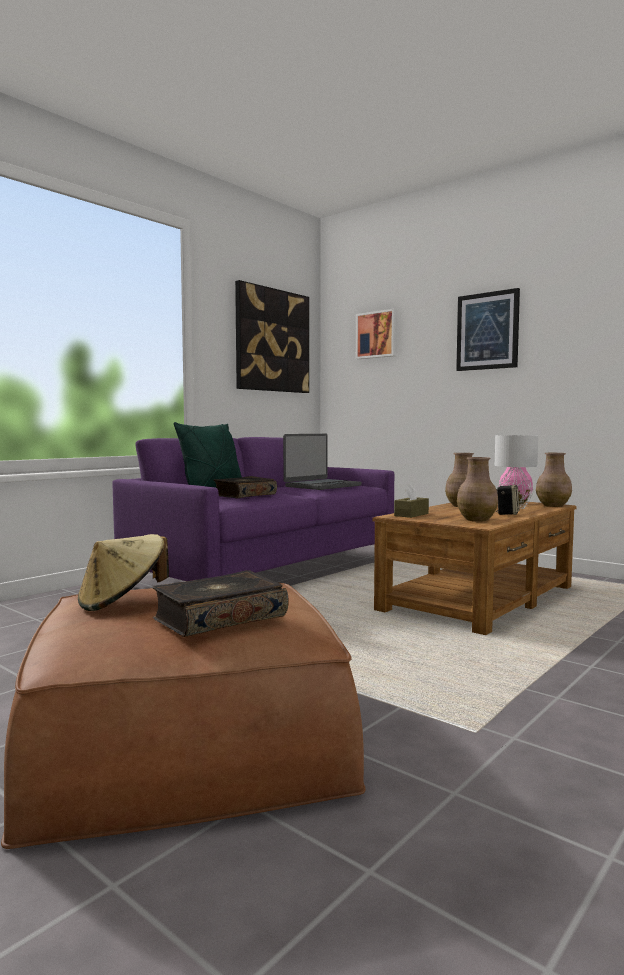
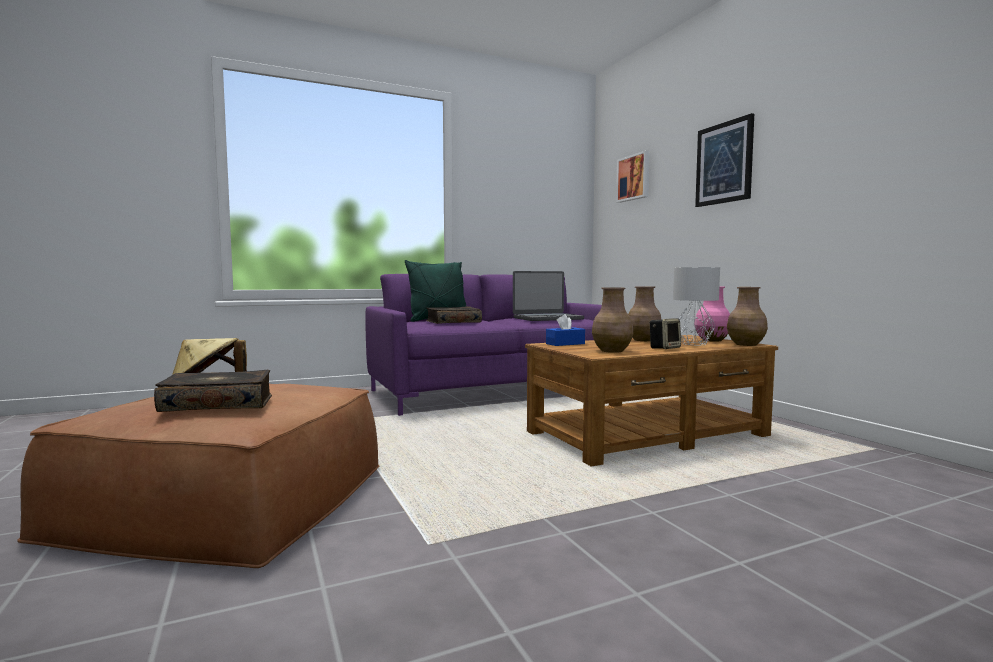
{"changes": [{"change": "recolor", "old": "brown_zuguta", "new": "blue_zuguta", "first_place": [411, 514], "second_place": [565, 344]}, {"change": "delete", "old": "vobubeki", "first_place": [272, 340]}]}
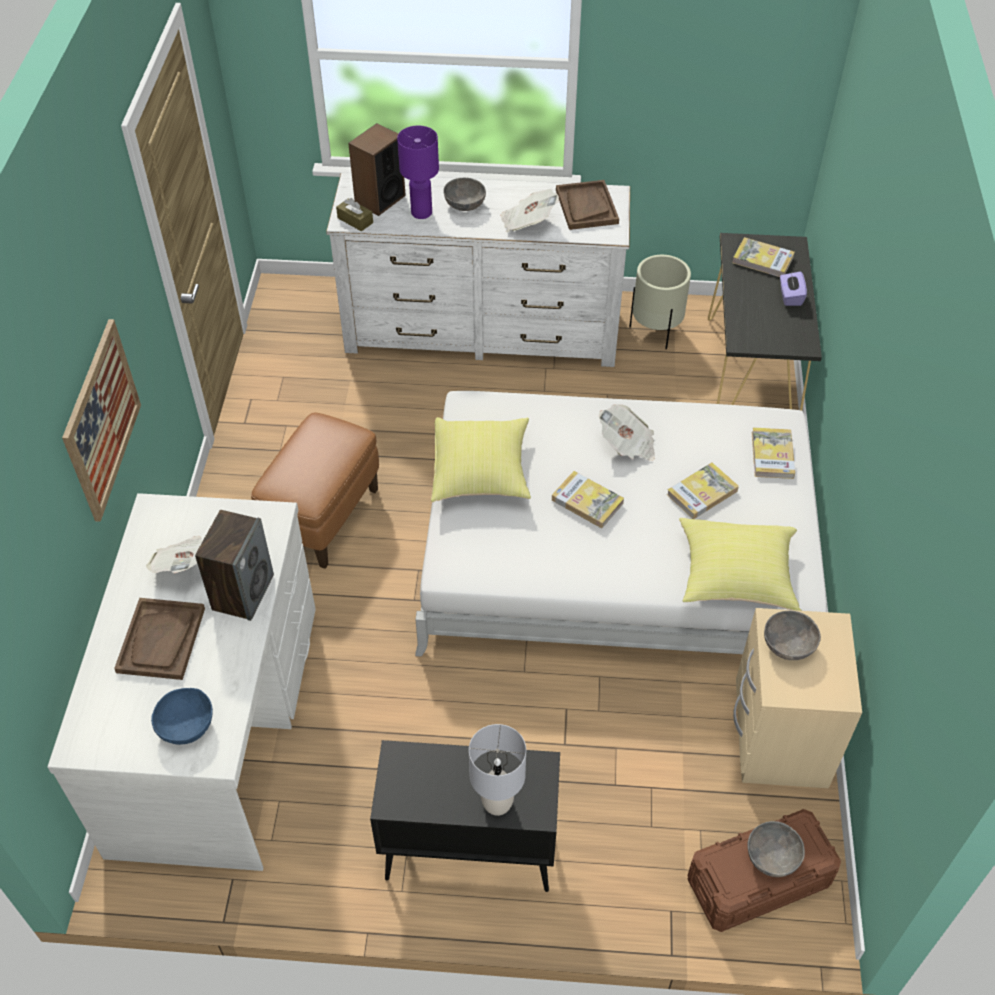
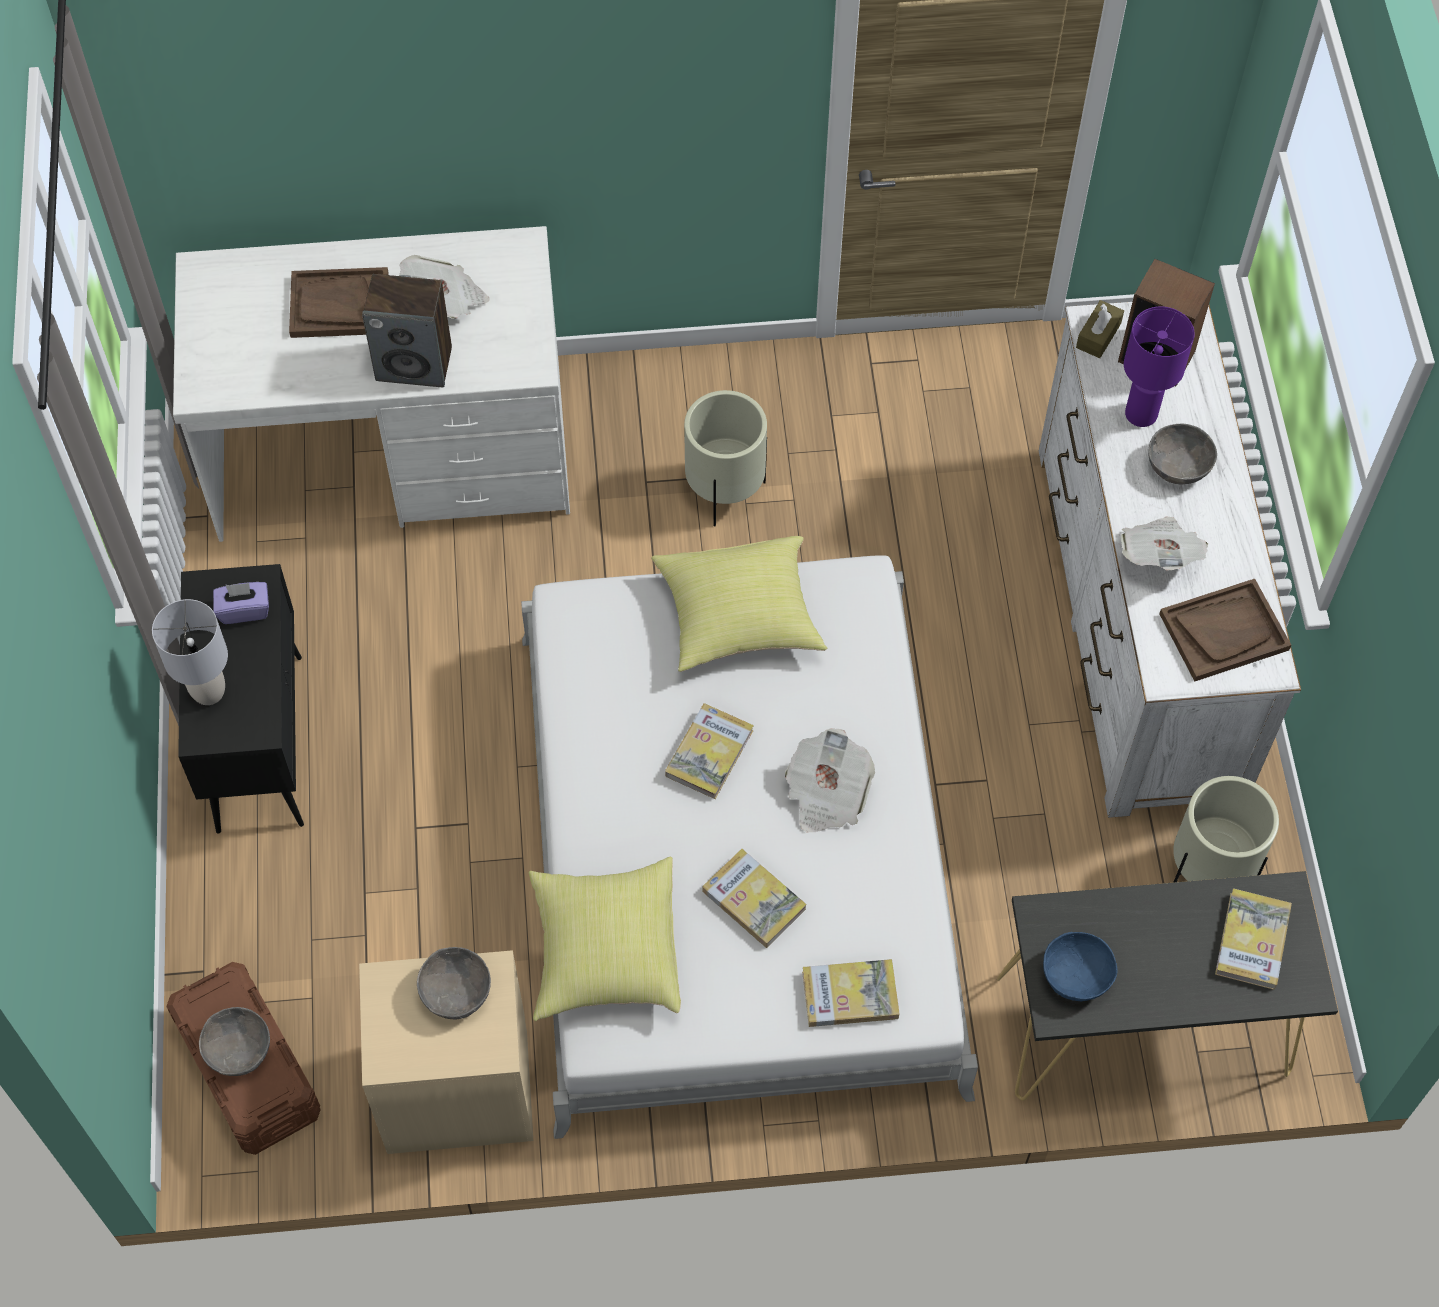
{"changes": [{"change": "move", "old": "purple_zuguta", "first_place": [790, 297], "second_place": [244, 610]}, {"change": "replace", "old": "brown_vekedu", "new": "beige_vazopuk", "first_place": [324, 517], "second_place": [725, 491]}, {"change": "move", "old": "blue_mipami", "first_place": [186, 725], "second_place": [1076, 976]}, {"change": "delete", "old": "vobubeki", "first_place": [101, 419]}]}
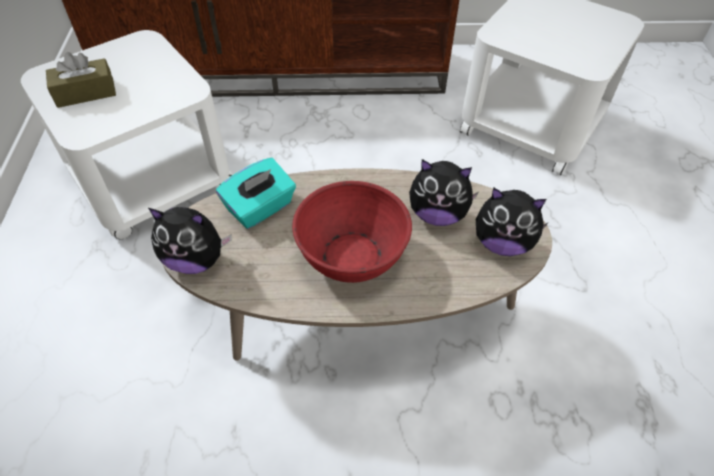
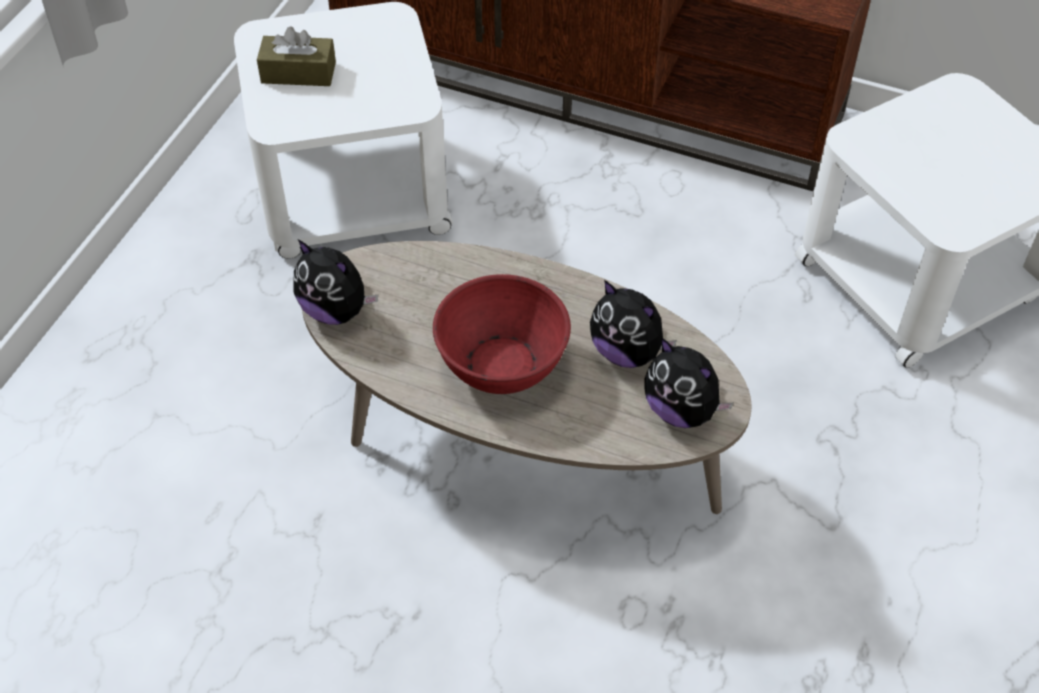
{"changes": [{"change": "delete", "old": "turquoise_zuguta", "first_place": [260, 208]}]}
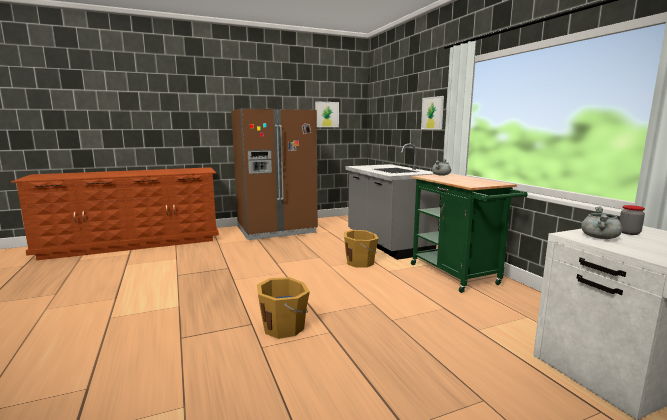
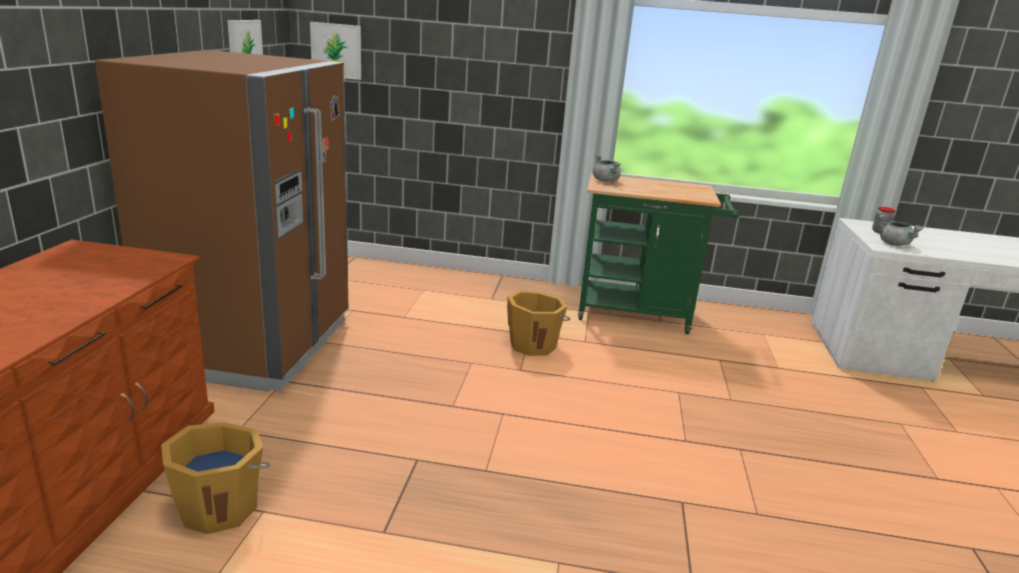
{"changes": [{"change": "move", "old": "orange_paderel", "first_place": [284, 327], "second_place": [220, 507]}, {"change": "move", "old": "vobubeki", "first_place": [432, 113], "second_place": [336, 50]}, {"change": "delete", "old": "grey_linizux", "first_place": [387, 244]}]}
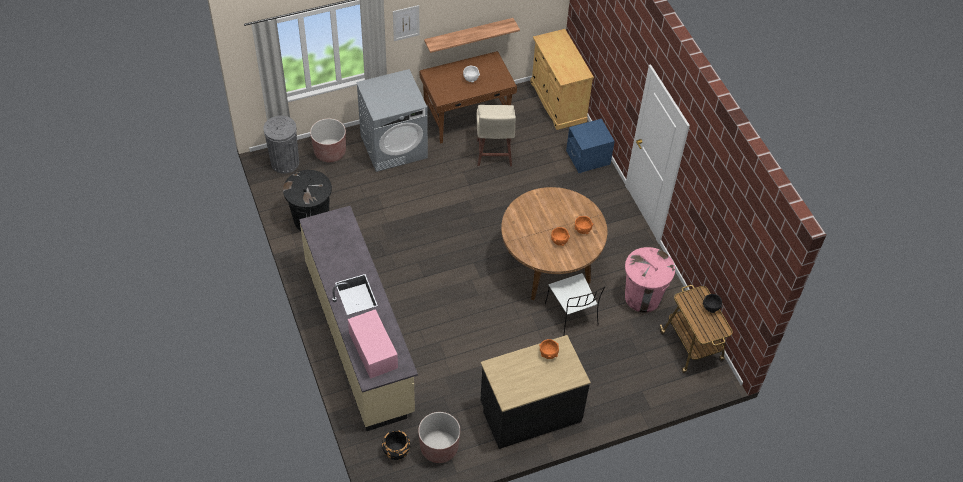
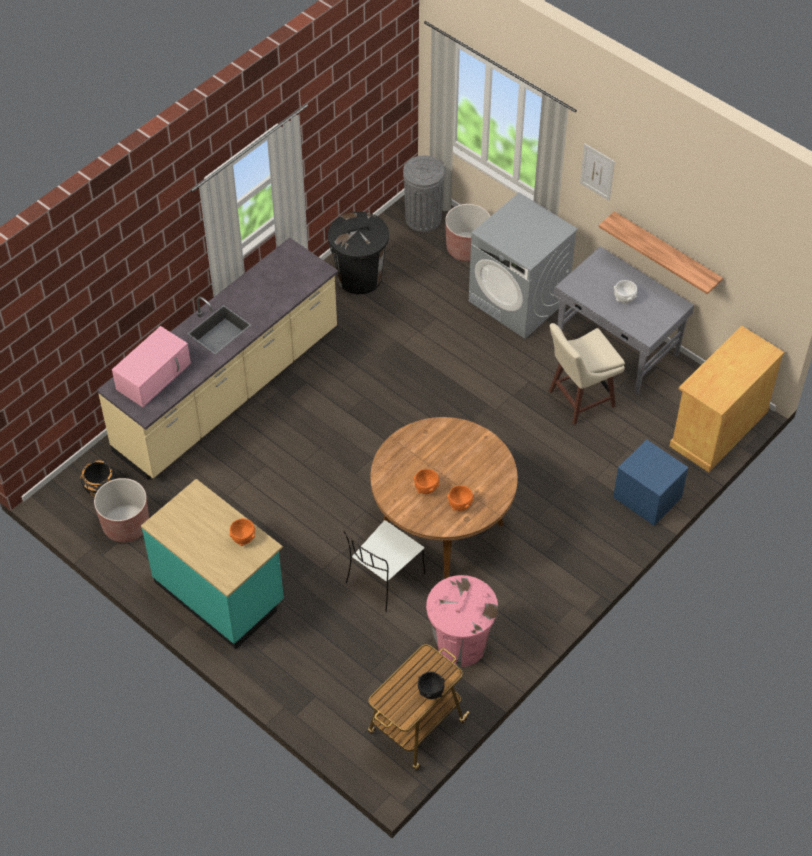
{"changes": [{"change": "recolor", "old": "black_linizux", "new": "turquoise_linizux", "first_place": [530, 412], "second_place": [220, 592]}, {"change": "recolor", "old": "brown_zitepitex", "new": "grey_zitepitex", "first_place": [467, 118], "second_place": [617, 349]}]}
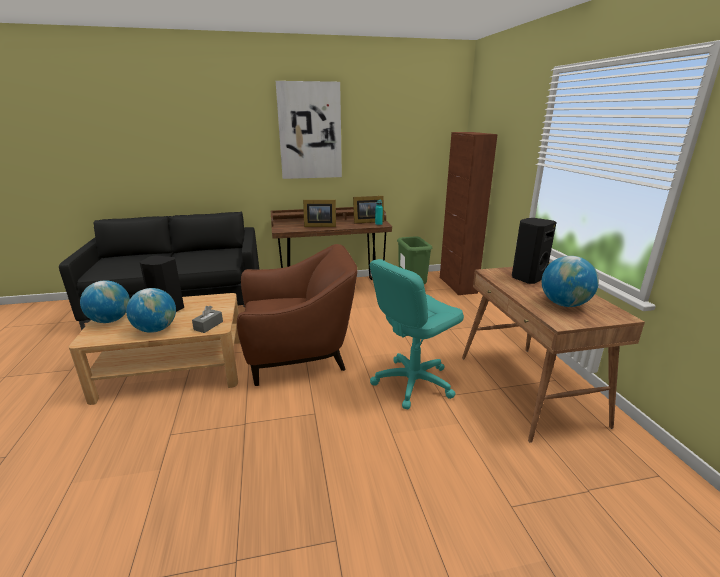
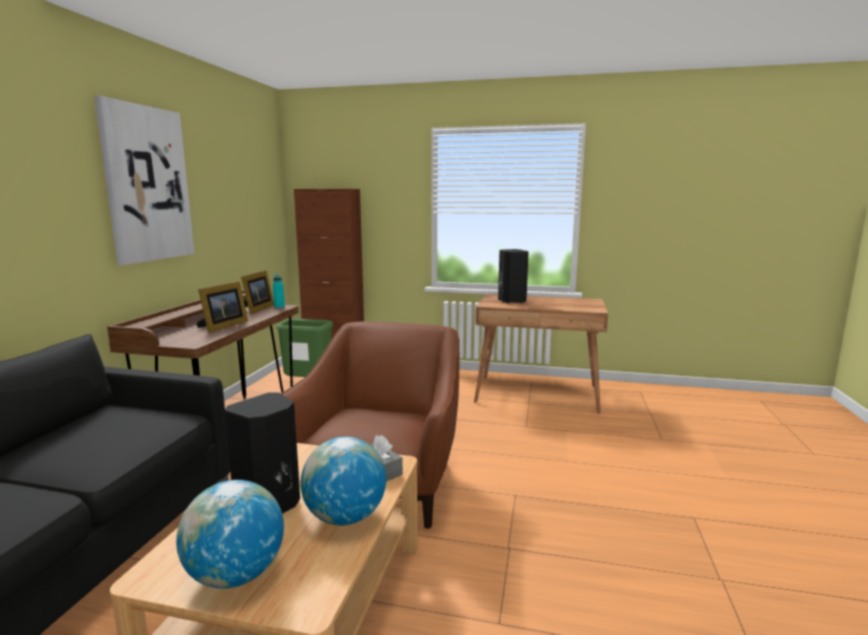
{"changes": [{"change": "delete", "old": "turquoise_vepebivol", "first_place": [412, 382]}, {"change": "delete", "old": "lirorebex", "first_place": [564, 304]}]}
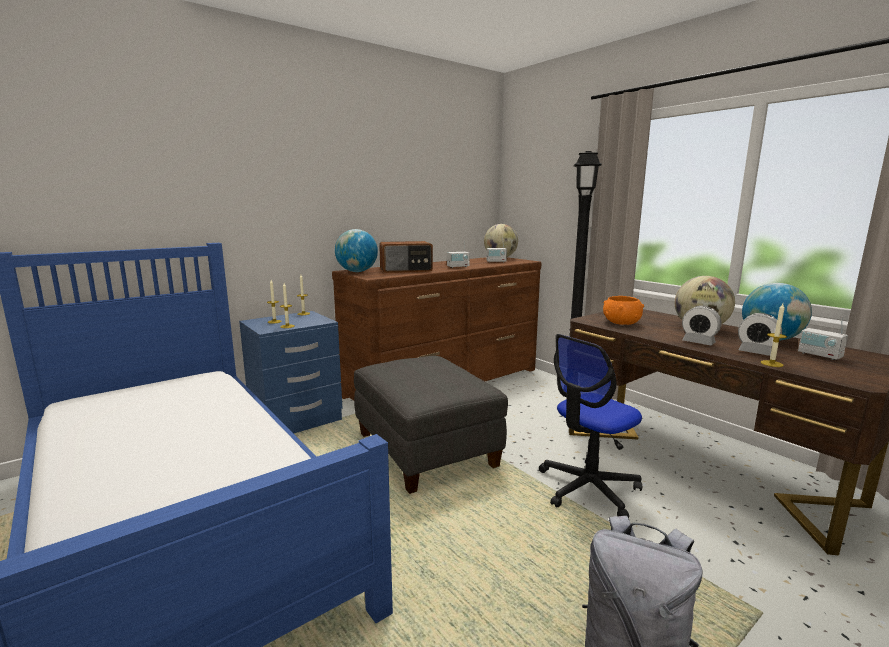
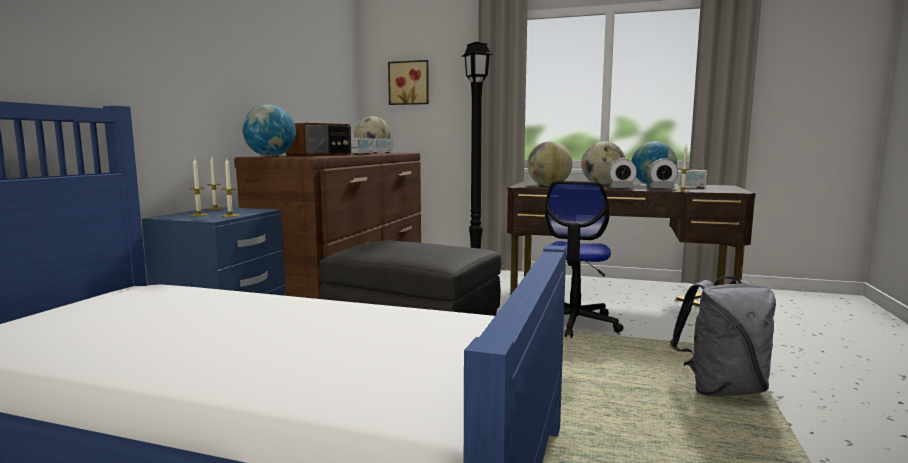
{"changes": [{"change": "insert", "new": "vobubeki", "second_place": [409, 83]}, {"change": "replace", "old": "orange_mipami", "new": "lirorebex", "first_place": [621, 323], "second_place": [548, 186]}]}
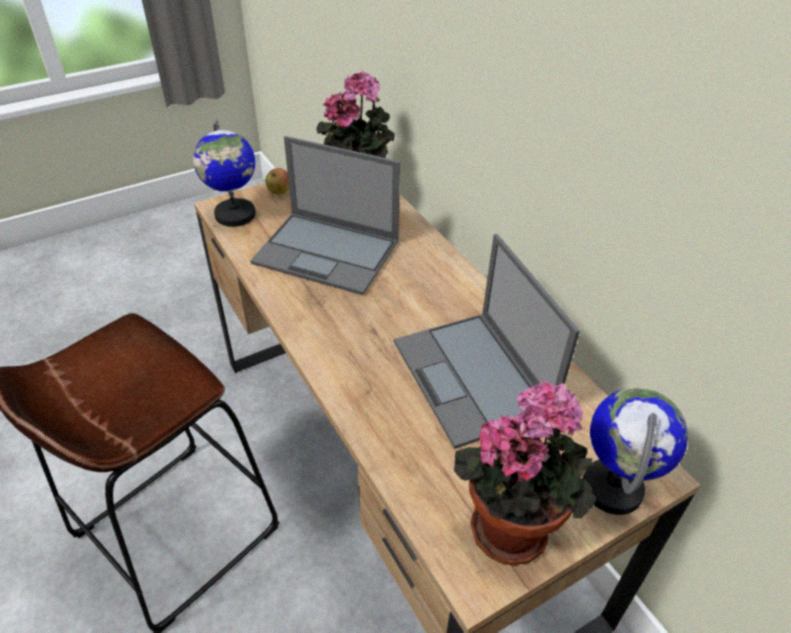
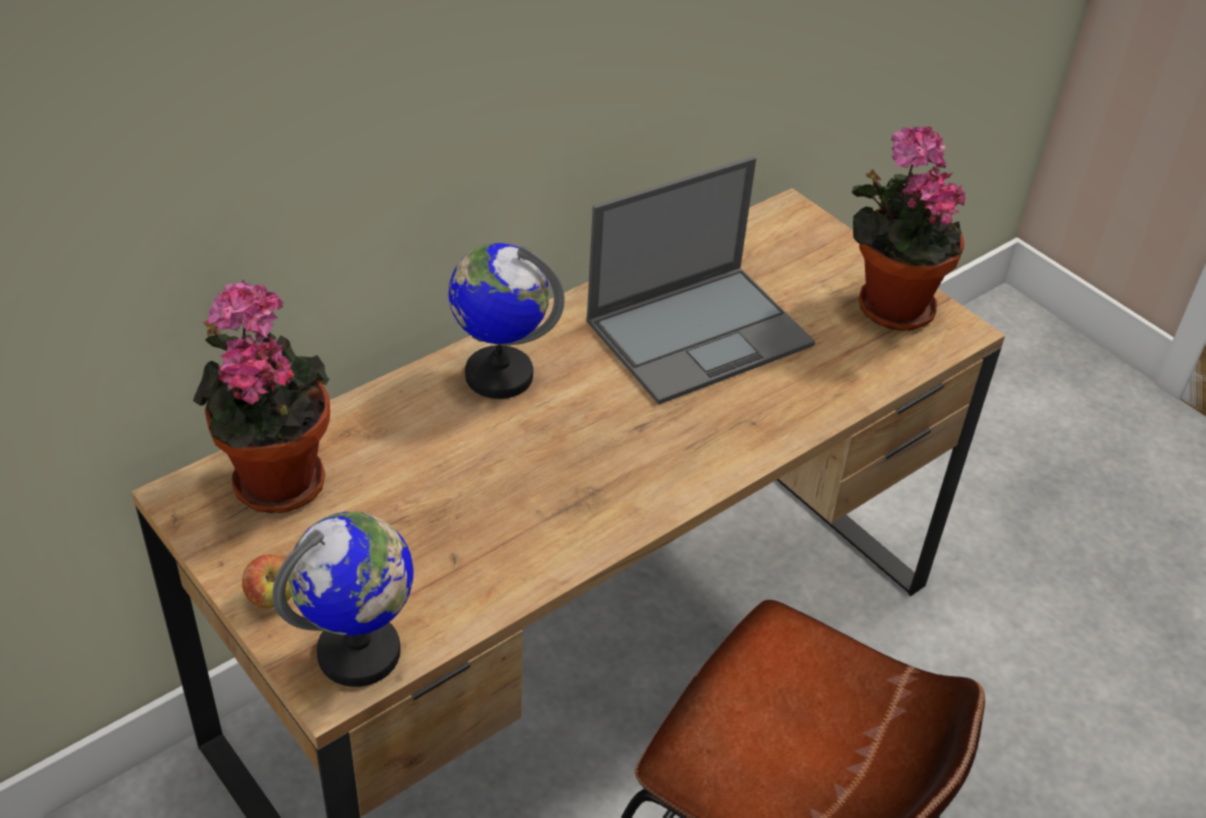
{"changes": [{"change": "move", "old": "lirorebex", "first_place": [613, 488], "second_place": [498, 375]}, {"change": "delete", "old": "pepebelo", "first_place": [328, 252]}]}
